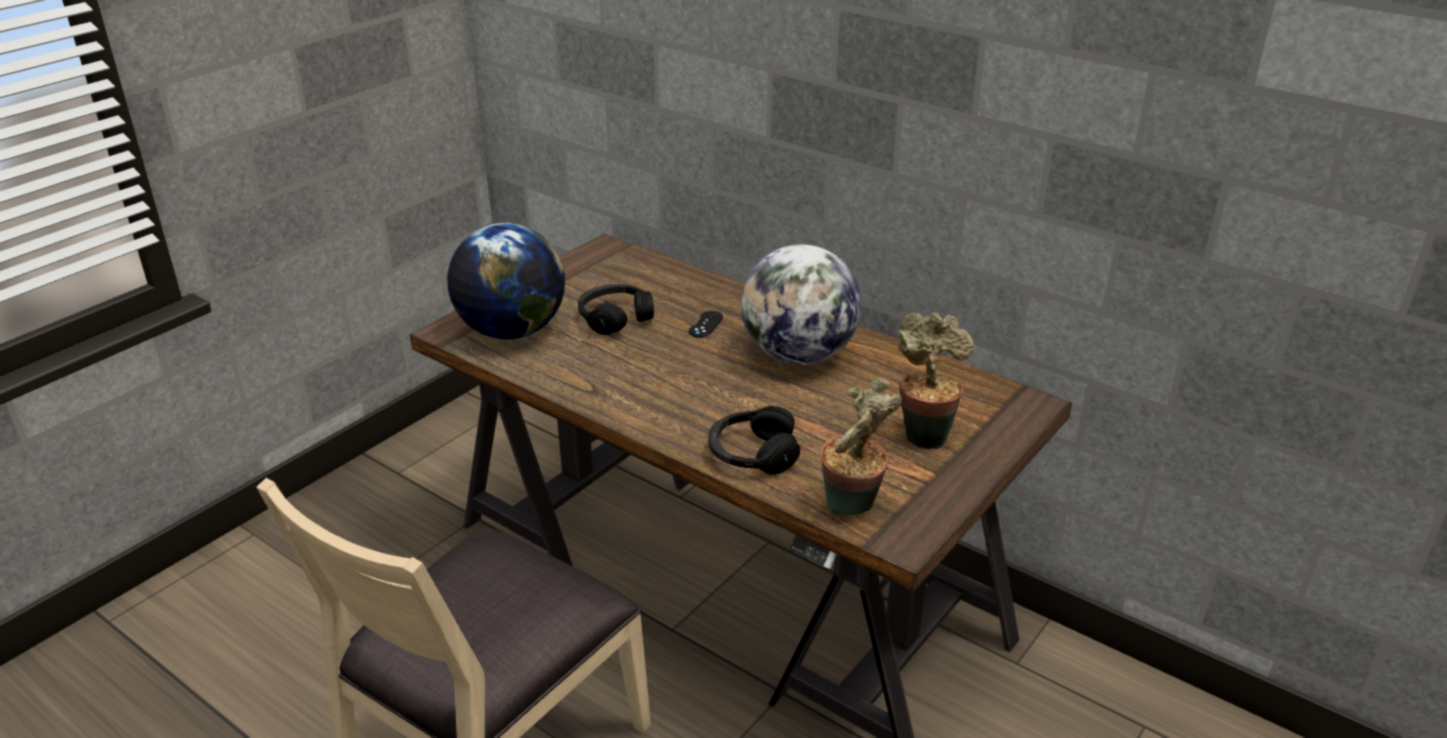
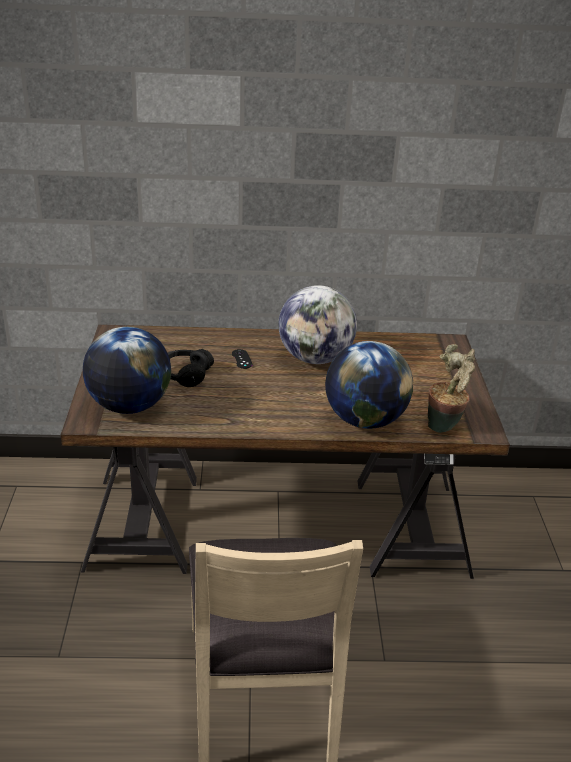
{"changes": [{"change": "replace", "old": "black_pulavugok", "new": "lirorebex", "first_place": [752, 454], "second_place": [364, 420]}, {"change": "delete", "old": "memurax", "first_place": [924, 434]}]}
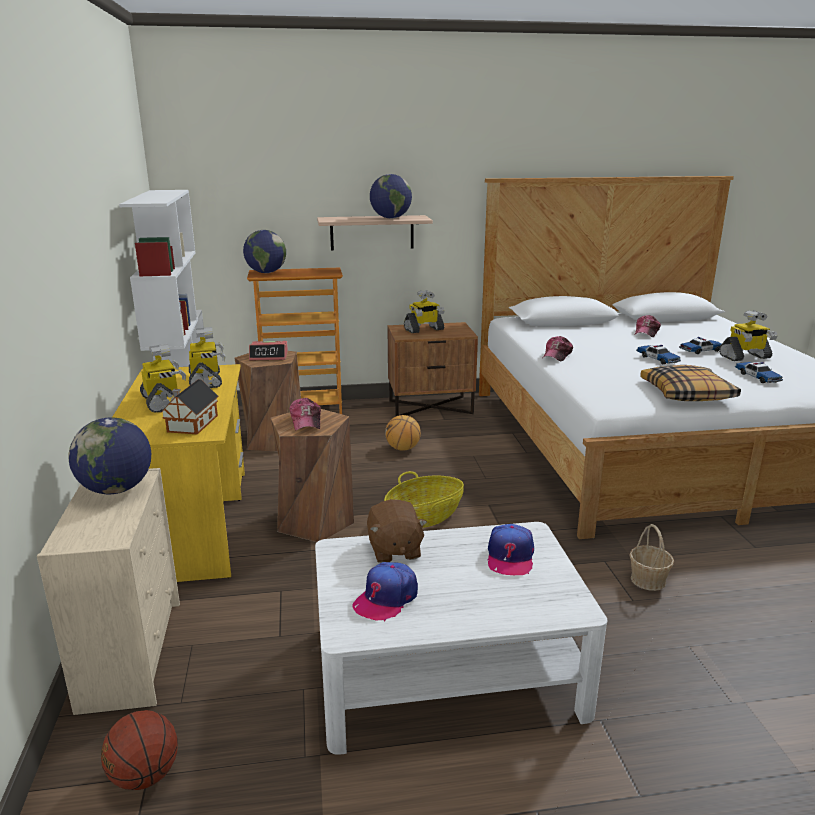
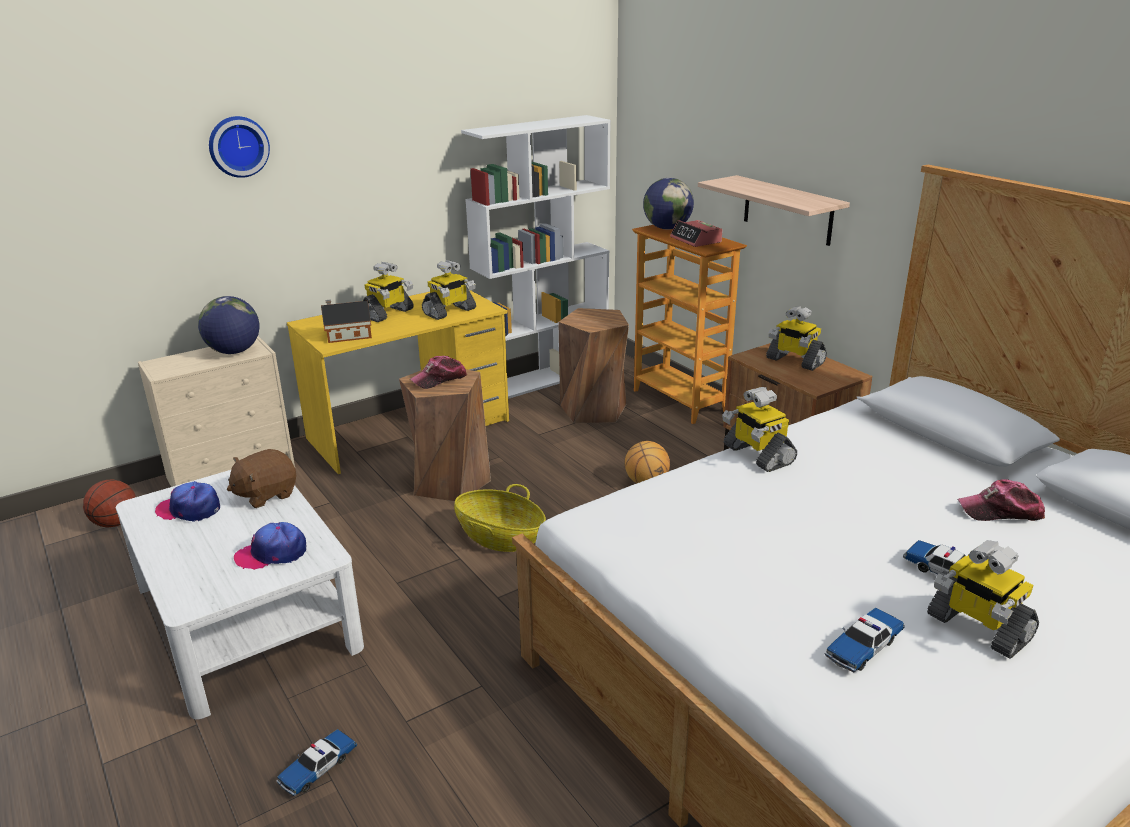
{"changes": [{"change": "insert", "new": "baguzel", "second_place": [238, 146]}, {"change": "move", "old": "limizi", "first_place": [657, 359], "second_place": [318, 768]}, {"change": "move", "old": "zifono", "first_place": [269, 356], "second_place": [696, 240]}, {"change": "replace", "old": "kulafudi", "new": "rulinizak", "first_place": [557, 355], "second_place": [757, 455]}, {"change": "delete", "old": "lirorebex", "first_place": [390, 218]}, {"change": "delete", "old": "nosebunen", "first_place": [648, 580]}, {"change": "delete", "old": "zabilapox", "first_place": [687, 394]}]}
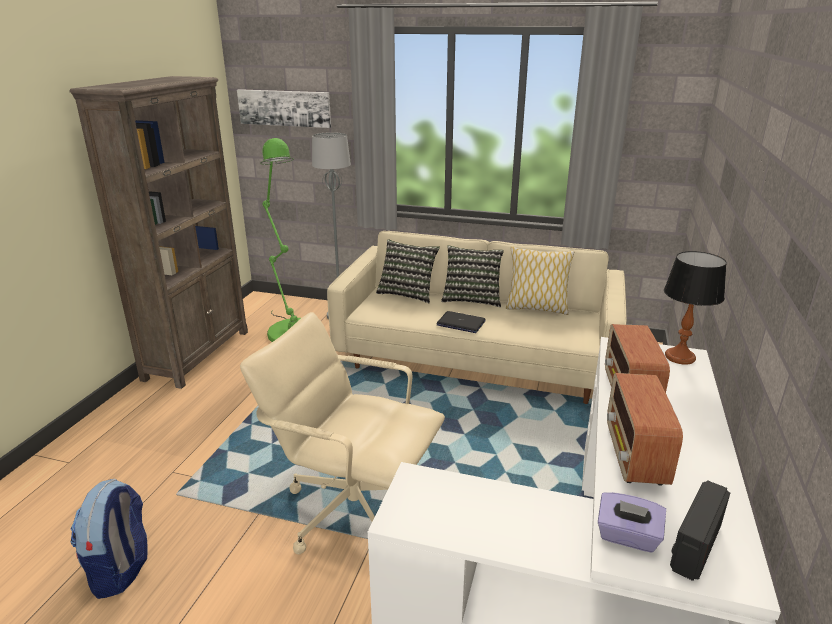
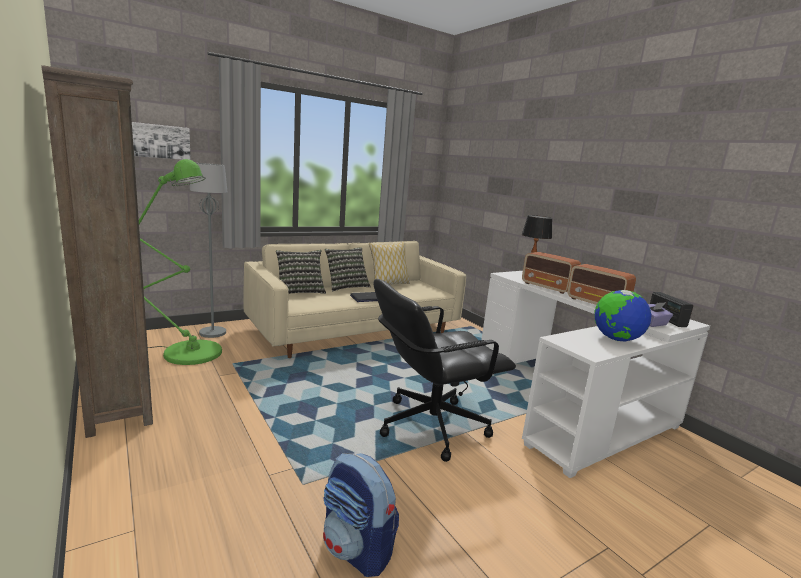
{"changes": [{"change": "recolor", "old": "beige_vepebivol", "new": "black_vepebivol", "first_place": [353, 509], "second_place": [430, 425]}, {"change": "insert", "new": "lirorebex", "second_place": [616, 339]}]}
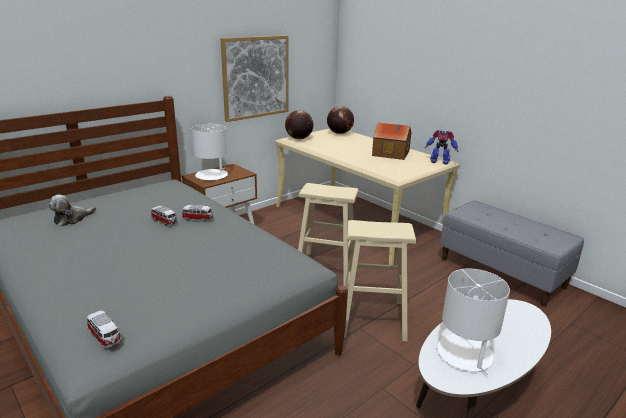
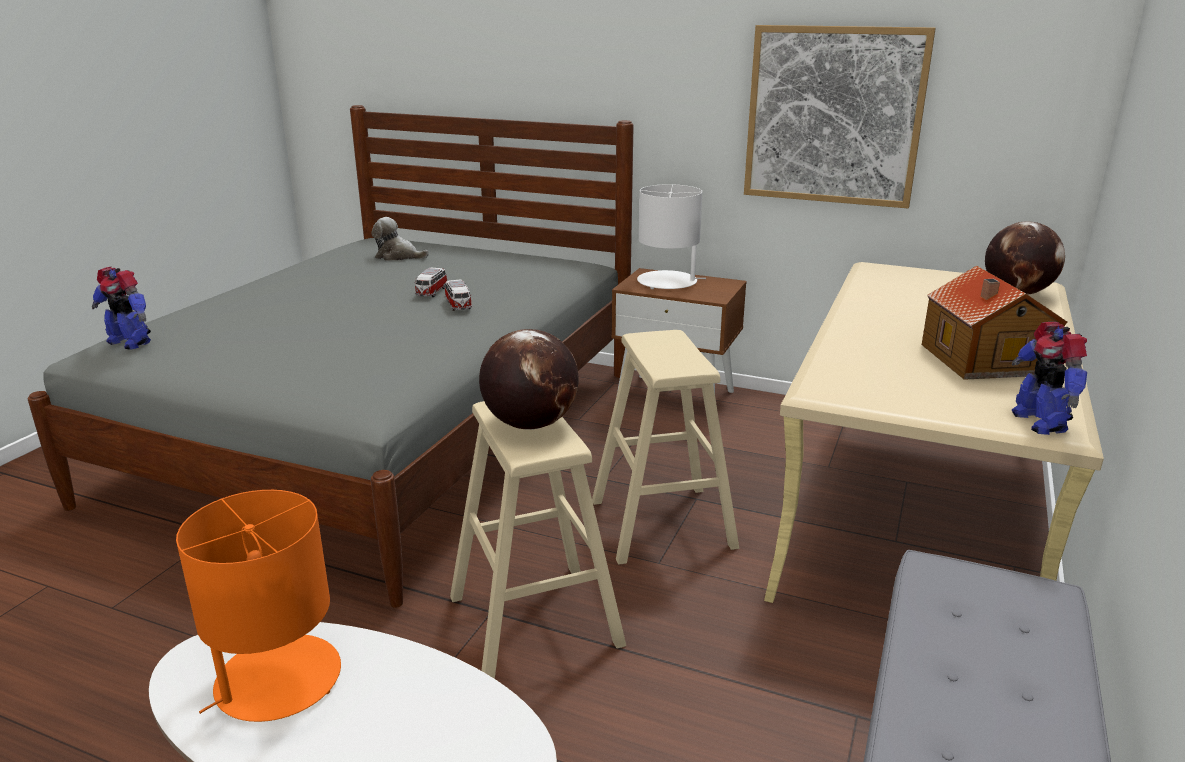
{"changes": [{"change": "replace", "old": "limizi", "new": "rulinizak", "first_place": [105, 337], "second_place": [129, 342]}, {"change": "recolor", "old": "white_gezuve", "new": "orange_gezuve", "first_place": [465, 354], "second_place": [276, 680]}, {"change": "move", "old": "lirorebex", "first_place": [298, 138], "second_place": [530, 424]}]}
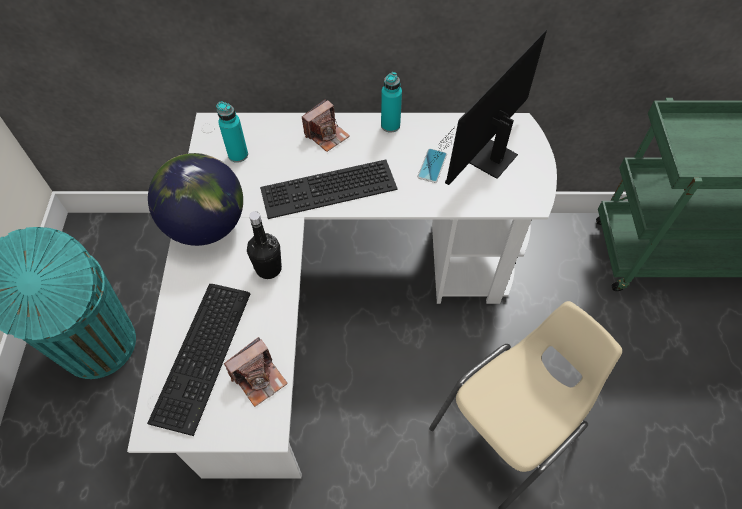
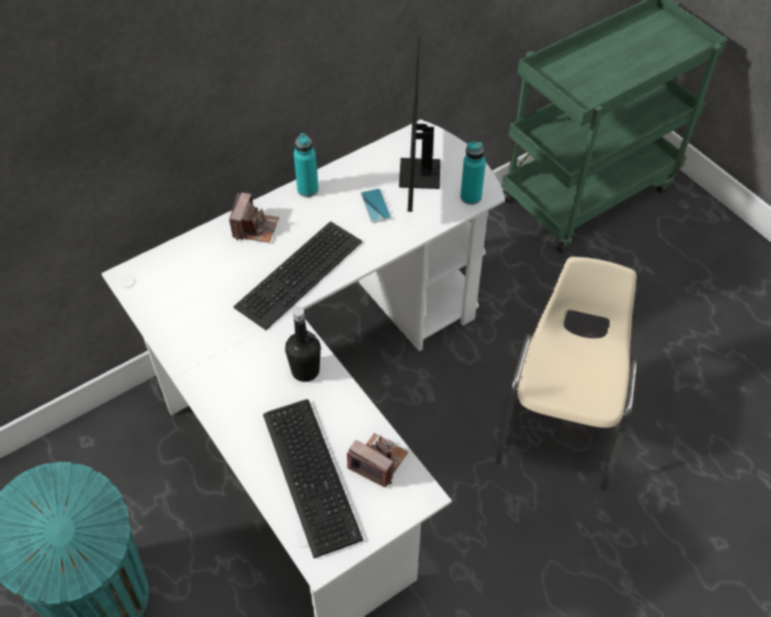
{"changes": [{"change": "rotate", "old": "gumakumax", "first_place": [259, 378], "second_place": [378, 461], "degrees": -75}, {"change": "move", "old": "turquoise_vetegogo", "first_place": [238, 155], "second_place": [471, 197]}, {"change": "delete", "old": "lirorebex", "first_place": [206, 226]}]}
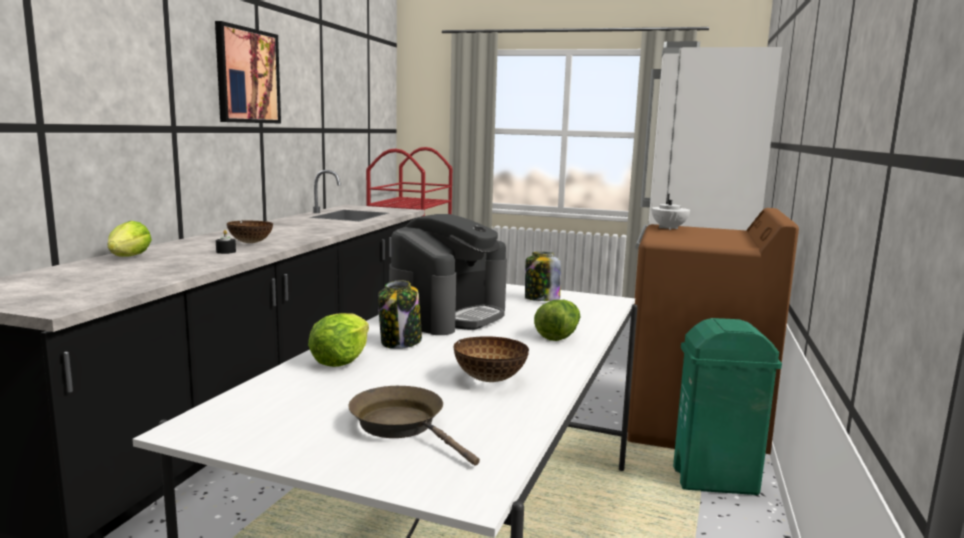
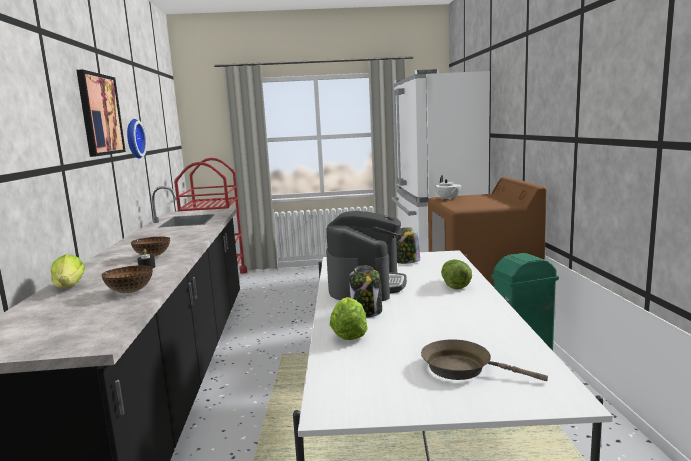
{"changes": [{"change": "move", "old": "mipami", "first_place": [491, 379], "second_place": [131, 291]}, {"change": "insert", "new": "baguzel", "second_place": [133, 138]}]}
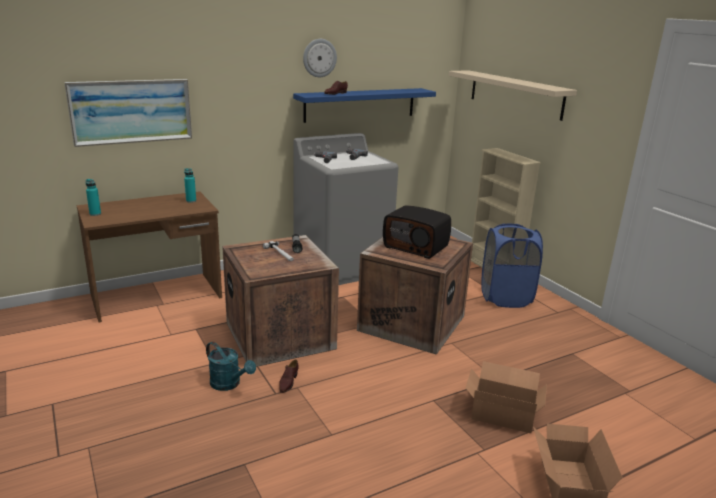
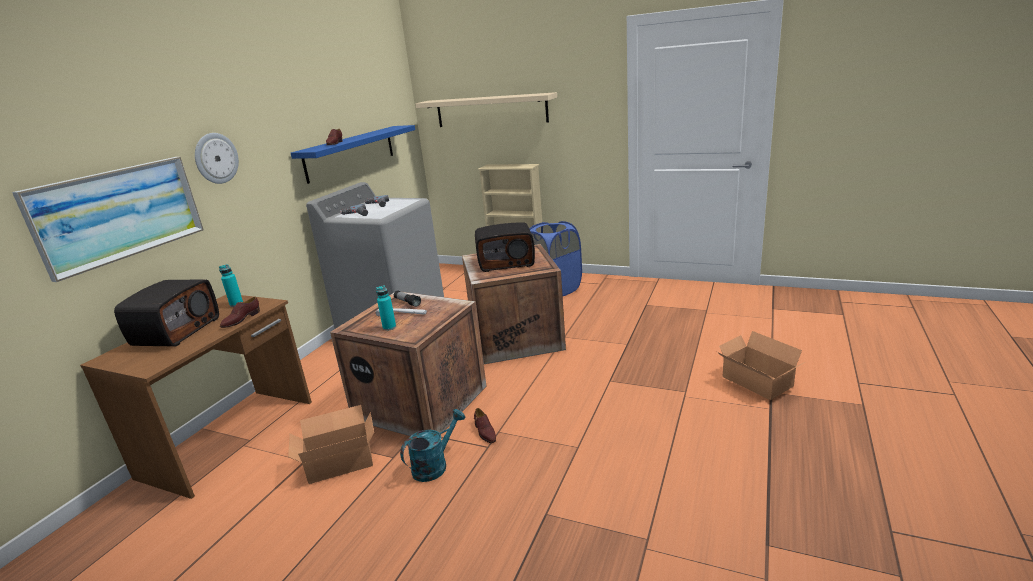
{"changes": [{"change": "insert", "new": "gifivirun", "second_place": [176, 331]}, {"change": "move", "old": "baguzel", "first_place": [319, 58], "second_place": [216, 158]}, {"change": "insert", "new": "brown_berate", "second_place": [241, 320]}, {"change": "move", "old": "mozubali", "first_place": [501, 412], "second_place": [338, 461]}, {"change": "move", "old": "turquoise_vetegogo", "first_place": [95, 214], "second_place": [389, 327]}, {"change": "rotate", "old": "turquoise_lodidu", "first_place": [229, 384], "second_place": [435, 465], "degrees": -45}]}
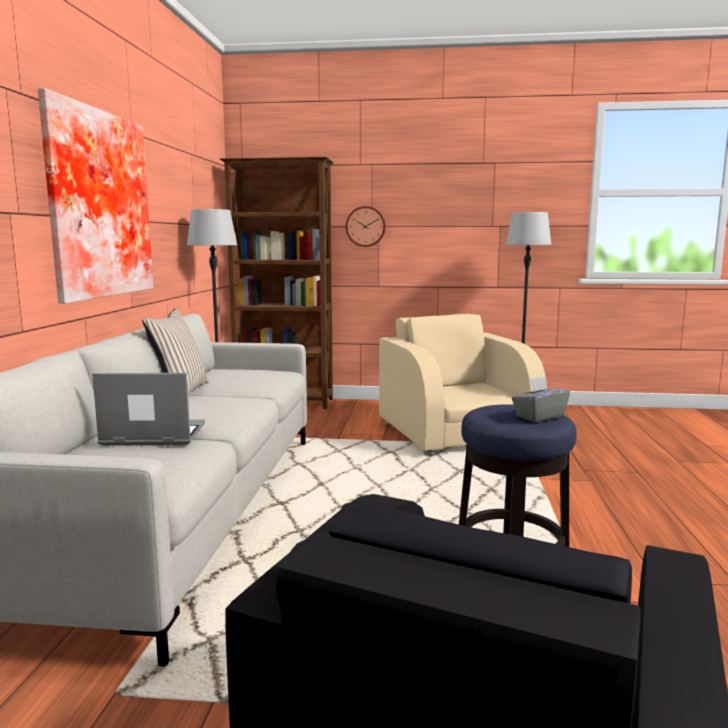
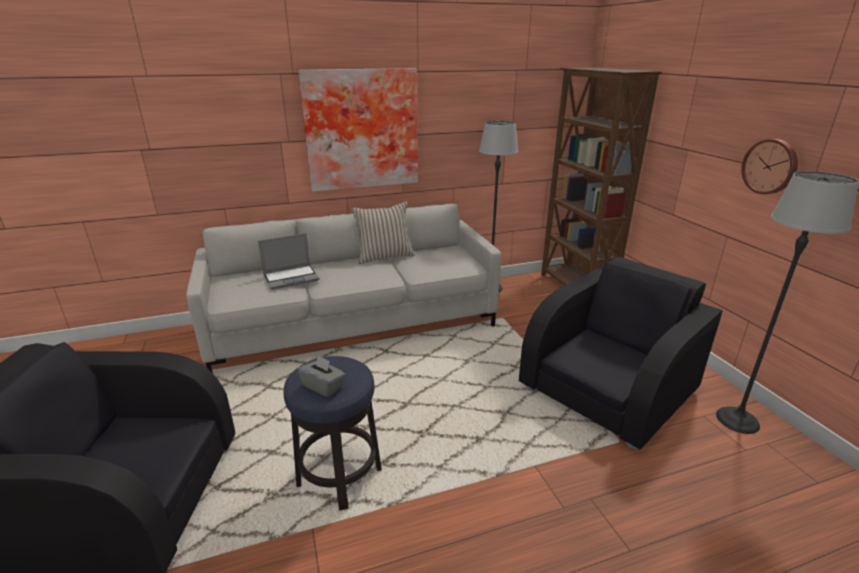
{"changes": [{"change": "rotate", "old": "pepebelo", "first_place": [152, 436], "second_place": [291, 278], "degrees": 90}, {"change": "recolor", "old": "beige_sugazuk", "new": "black_sugazuk", "first_place": [456, 432], "second_place": [608, 389]}, {"change": "move", "old": "baguzel", "first_place": [365, 226], "second_place": [770, 166]}]}
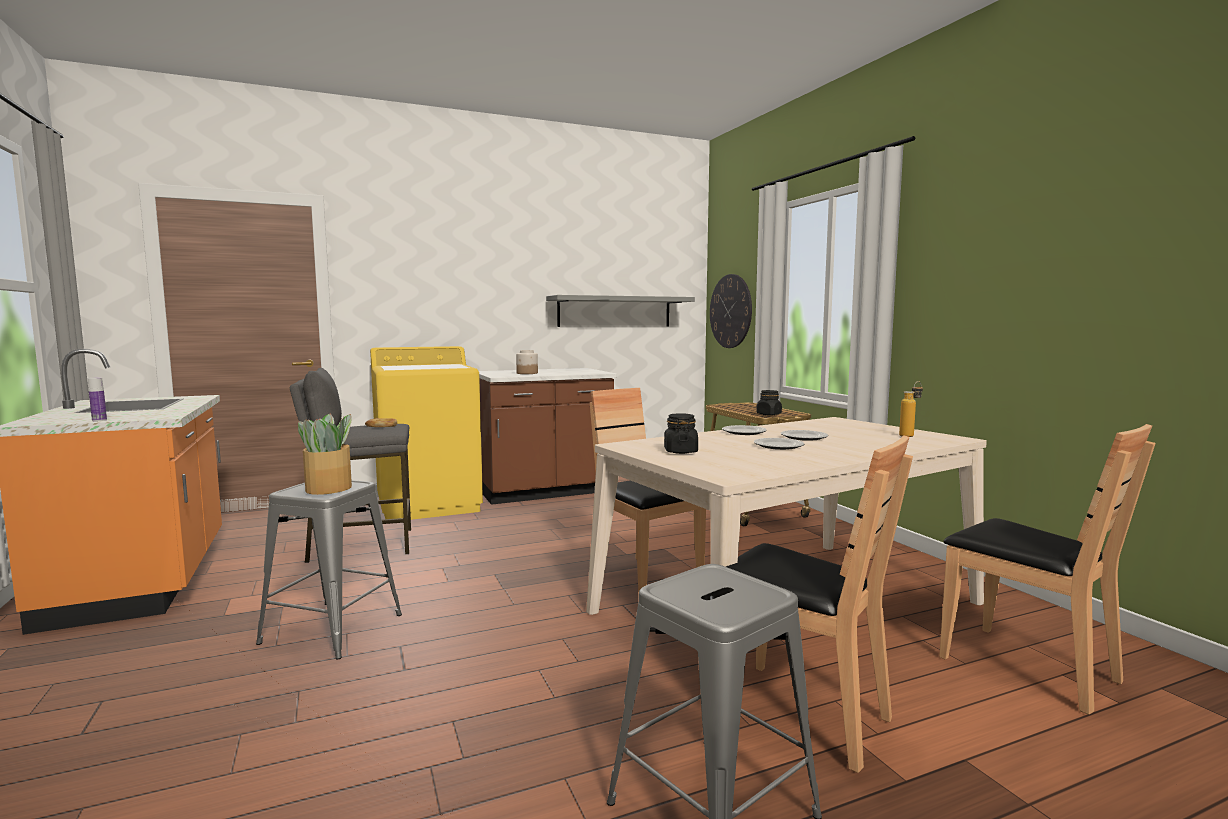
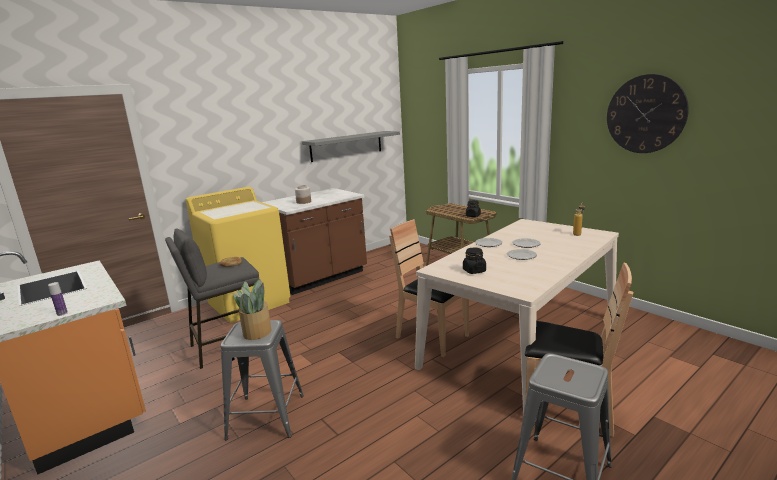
{"changes": [{"change": "move", "old": "baguzel", "first_place": [730, 311], "second_place": [645, 114]}, {"change": "delete", "old": "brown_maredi", "first_place": [1026, 667]}]}
